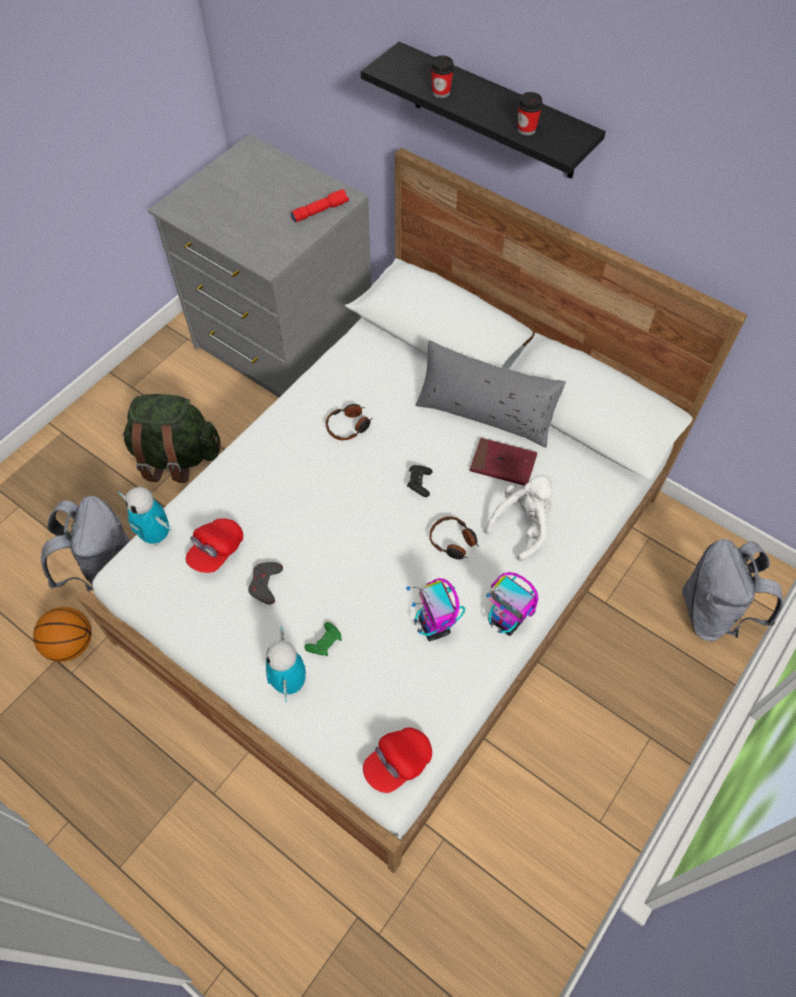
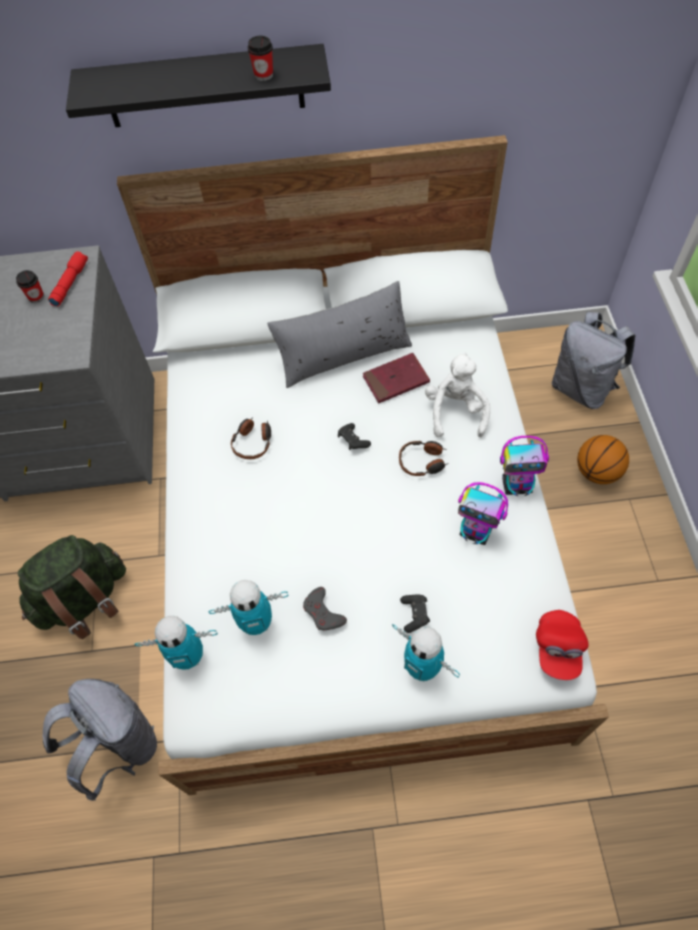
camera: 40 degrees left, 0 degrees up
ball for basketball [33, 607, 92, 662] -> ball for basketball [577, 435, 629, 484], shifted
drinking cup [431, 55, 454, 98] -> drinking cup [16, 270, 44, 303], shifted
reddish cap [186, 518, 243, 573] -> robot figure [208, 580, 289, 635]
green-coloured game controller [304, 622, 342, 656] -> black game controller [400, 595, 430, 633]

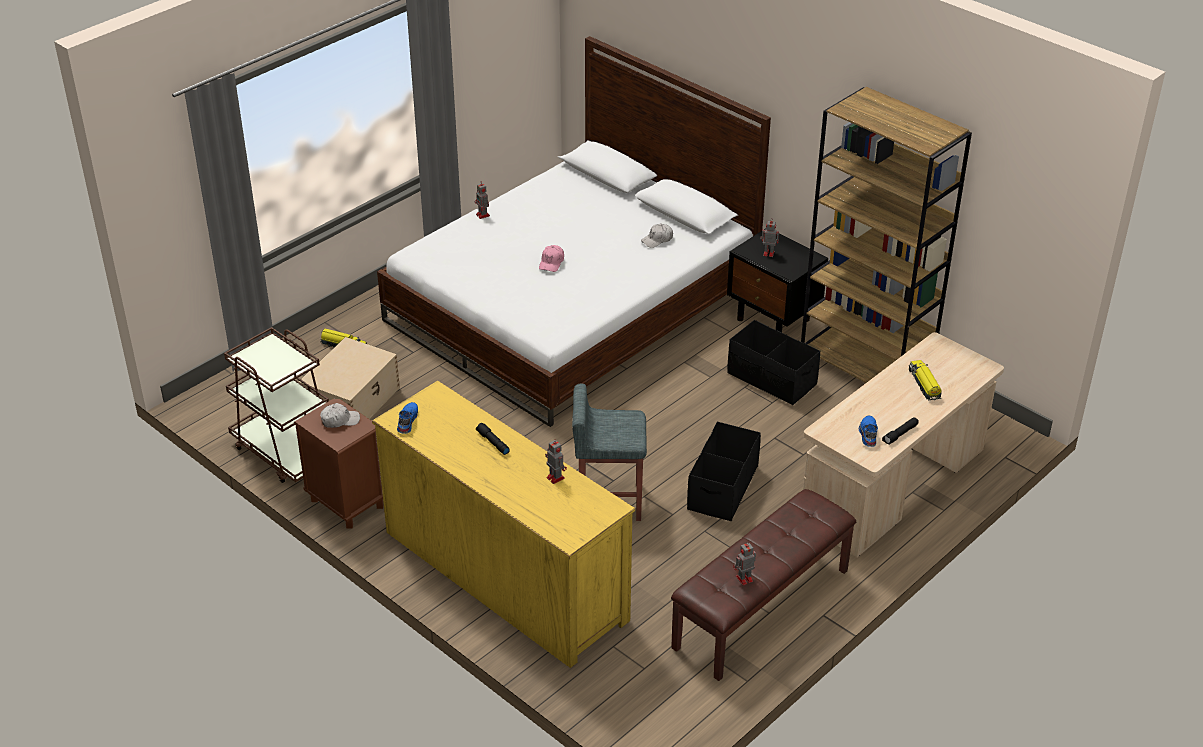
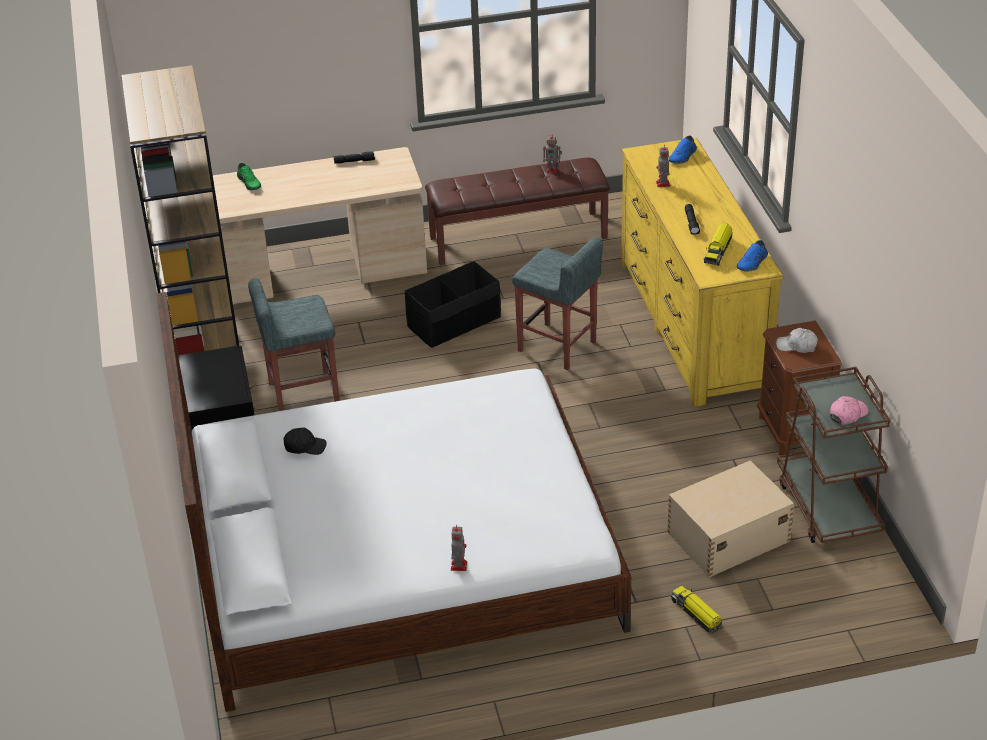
camera: 145 degrees left, 0 degrees up
robot figure [760, 218, 779, 257] -> none
none -> green-coloured shoe [237, 163, 261, 191]
pink cap [539, 245, 564, 272] -> pink cap [830, 396, 868, 425], shifted
blue shoe [859, 416, 878, 447] -> blue shoe [669, 135, 697, 164], shifted
model truck [909, 360, 942, 400] -> model truck [704, 223, 732, 266], shifted
black storage box [727, 320, 820, 405] -> grey sitting stool [248, 278, 340, 411]
white-coloured cap [641, 224, 673, 248] -> black cap [284, 427, 327, 455]

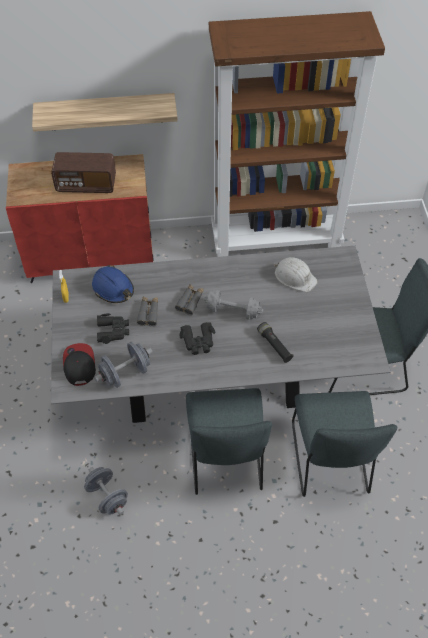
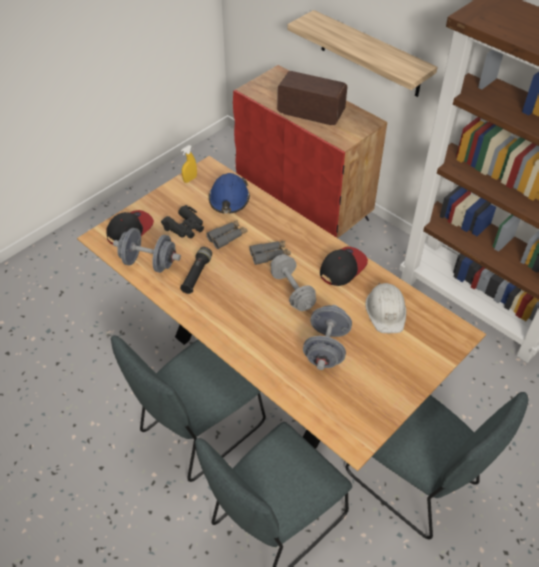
camera: 50 degrees right, 5 degrees down
black pair of binoculars [180, 322, 215, 355] -> none
none -> cap [320, 247, 368, 286]
grey hand weight [84, 467, 128, 515] -> grey hand weight [303, 305, 352, 370], shifted
black torch [257, 322, 294, 363] -> black torch [180, 247, 212, 294], shifted
grey kitchen table [51, 246, 391, 423] -> brown kitchen table [77, 156, 486, 471]
radio set [51, 152, 116, 193] -> radio set [277, 71, 347, 125], 150 degrees clockwise

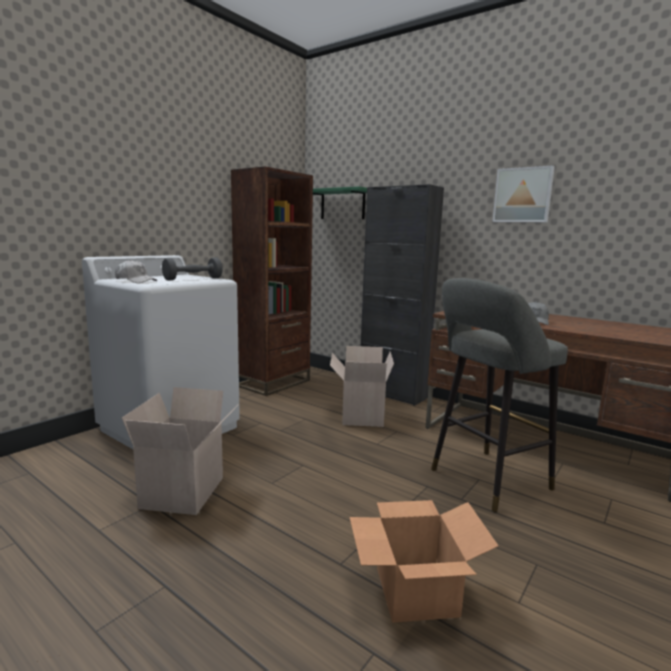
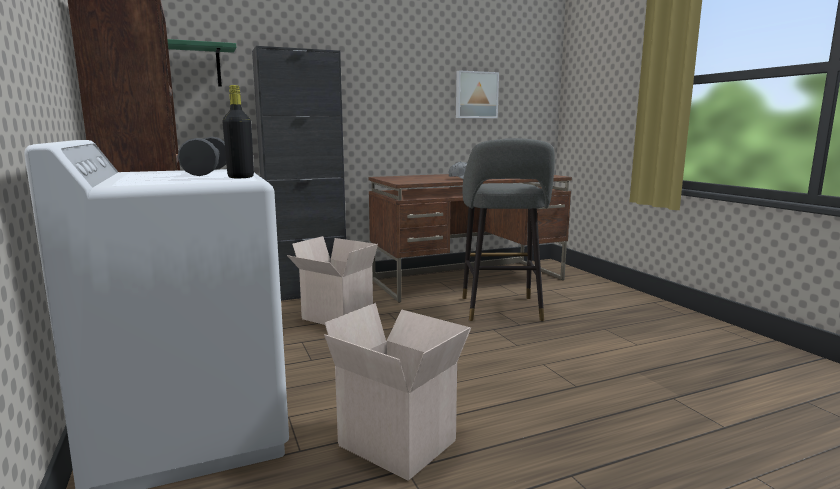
camera: 60 degrees left, 0 degrees up
white-coloured cap [115, 260, 157, 283] -> none
carton [349, 500, 498, 623] -> none
none -> black beverage bottle [223, 85, 254, 178]
picture [492, 166, 555, 222] -> picture [456, 70, 499, 118], shifted

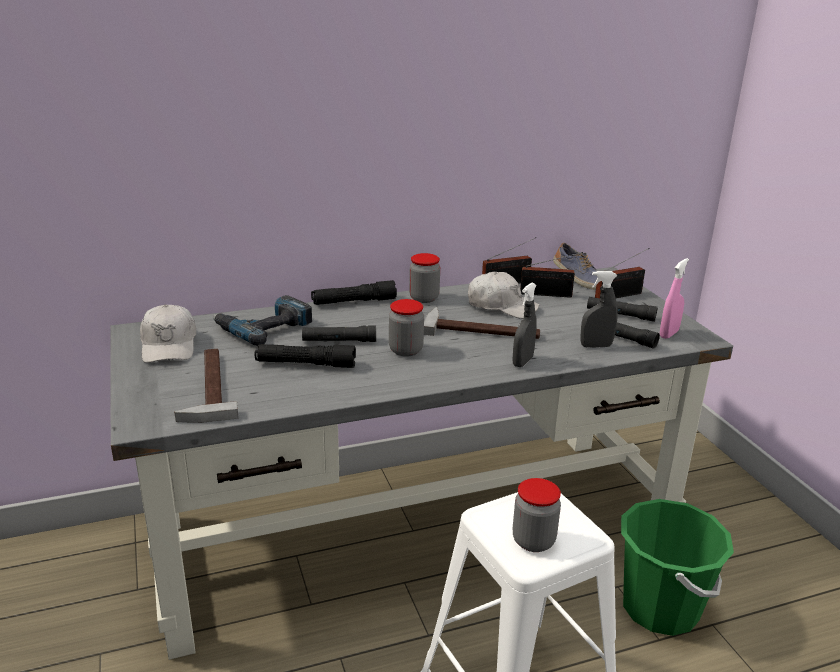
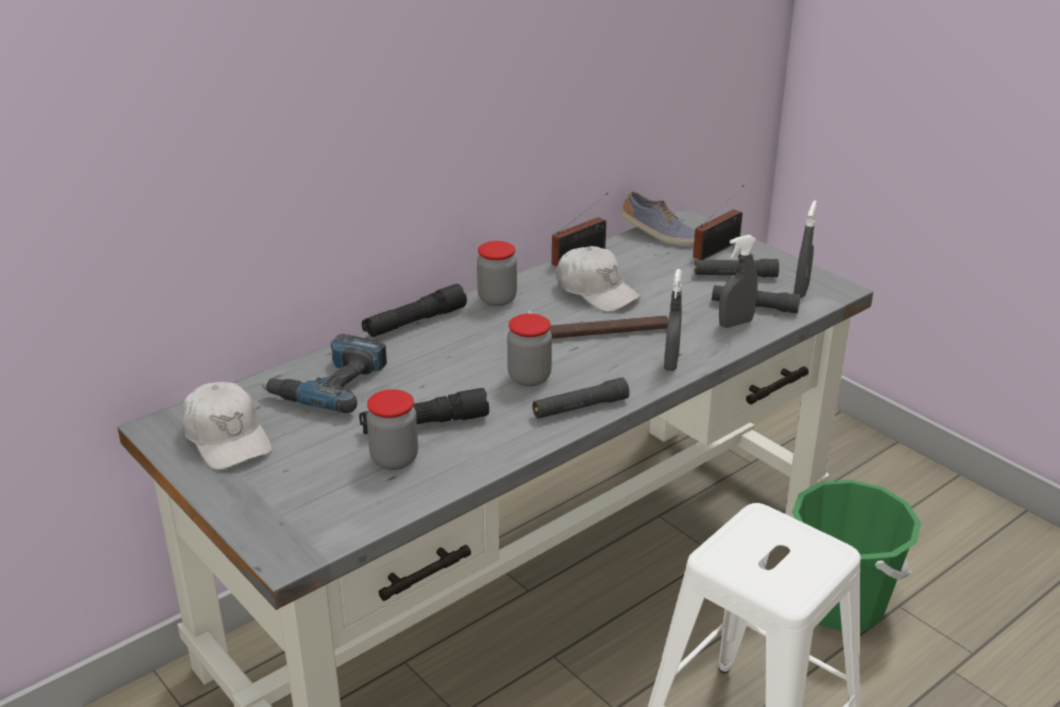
camera: 20 degrees left, 5 degrees up
hammer [174, 349, 239, 423] -> none
radio set [520, 252, 583, 298] -> none
black torch [302, 325, 376, 342] -> black torch [532, 377, 630, 418], shifted
preserve jar [513, 478, 561, 552] -> preserve jar [367, 389, 418, 470], shifted
pink spray bottle [660, 258, 689, 339] -> grey spray bottle [794, 200, 817, 298]
white-coloured cap [468, 272, 540, 319] -> white-coloured cap [556, 246, 641, 312], 45 degrees clockwise

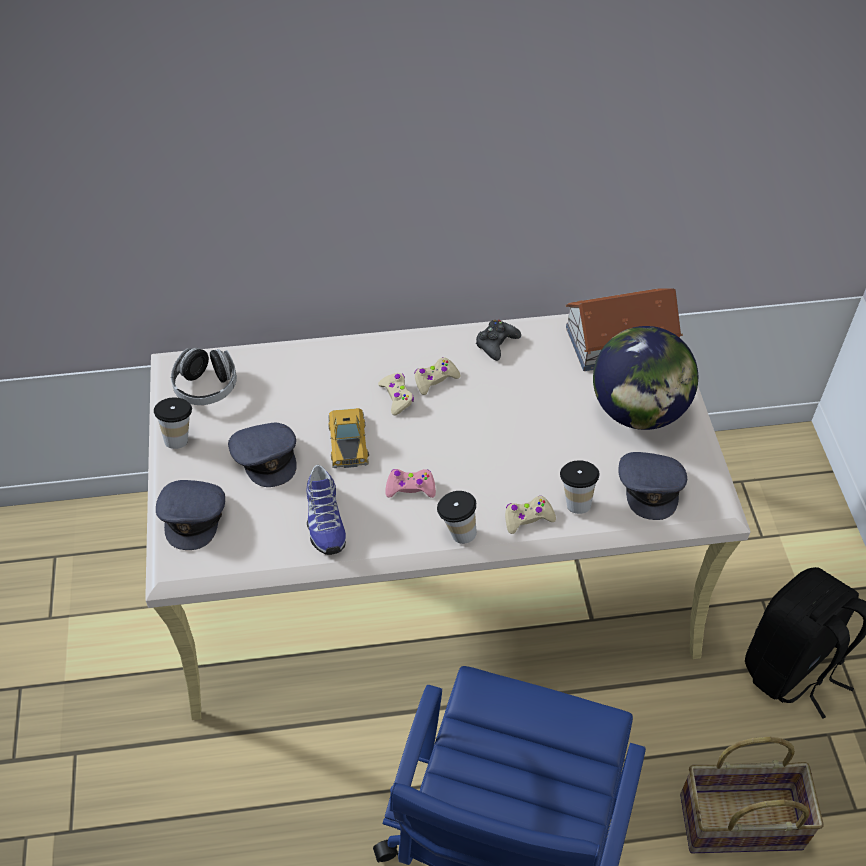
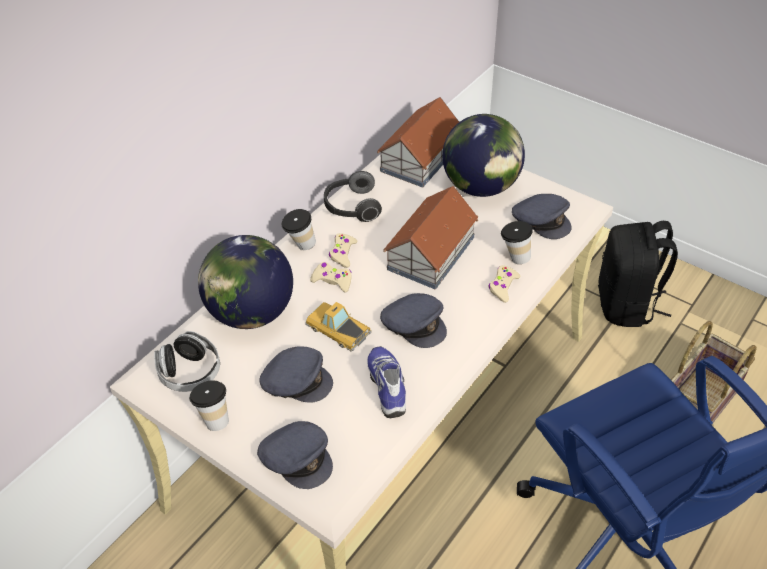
camera: 45 degrees left, 5 degrees down
none -> globe [198, 235, 293, 329]
none -> toy house [383, 186, 478, 289]
drinking cup [437, 491, 477, 544] -> drinking cup [282, 209, 316, 250], shifted
pink game controller [385, 469, 436, 498] -> grey cap [380, 293, 447, 348]
black game controller [476, 320, 521, 361] -> headset [324, 171, 382, 222]
shoe [307, 465, 346, 555] -> shoe [367, 346, 406, 418], 135 degrees counterclockwise

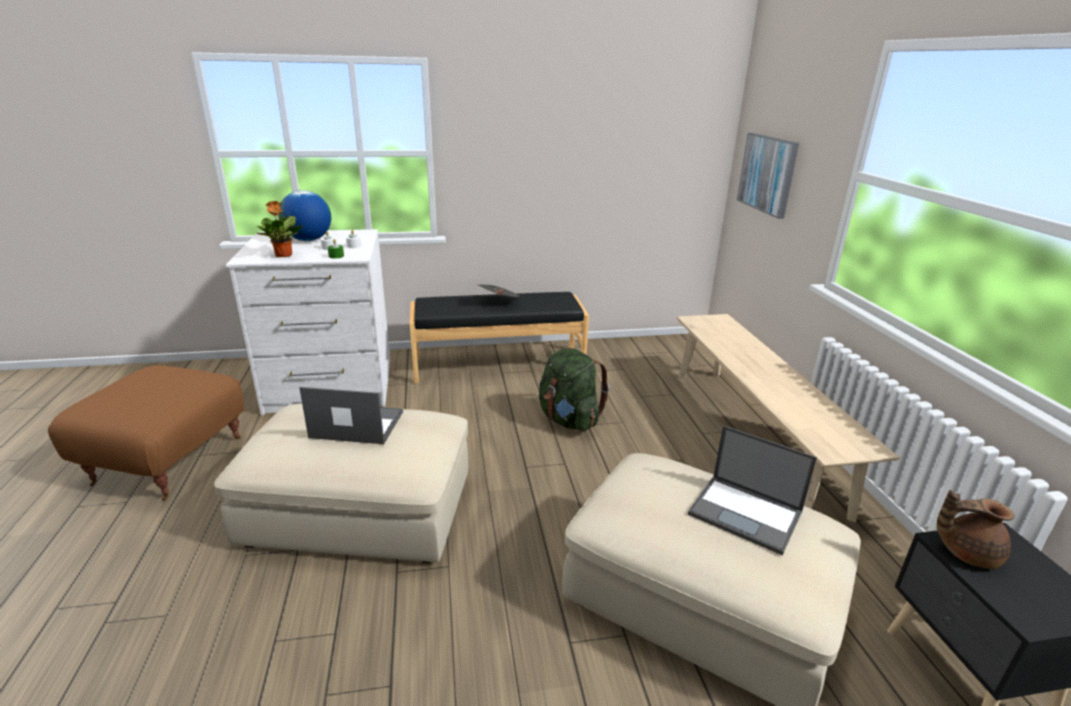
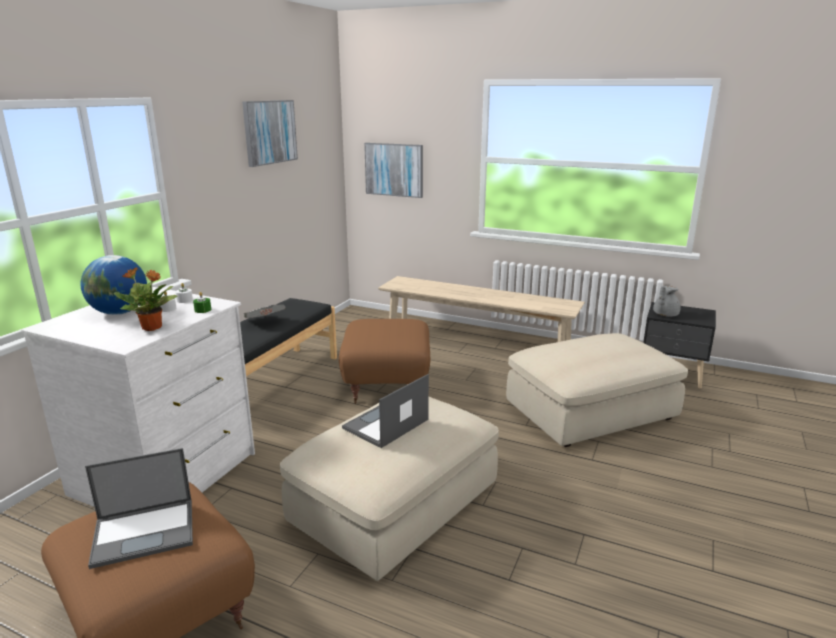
camera: 55 degrees left, 5 degrees down
none -> picture [242, 100, 298, 167]
portable computer [688, 425, 817, 555] -> portable computer [85, 448, 193, 569], shifted
green-coloured knapsack [539, 348, 609, 431] -> brown footrest [339, 319, 431, 404]
brown tea pot [937, 490, 1015, 569] -> grey tea pot [653, 286, 680, 317]

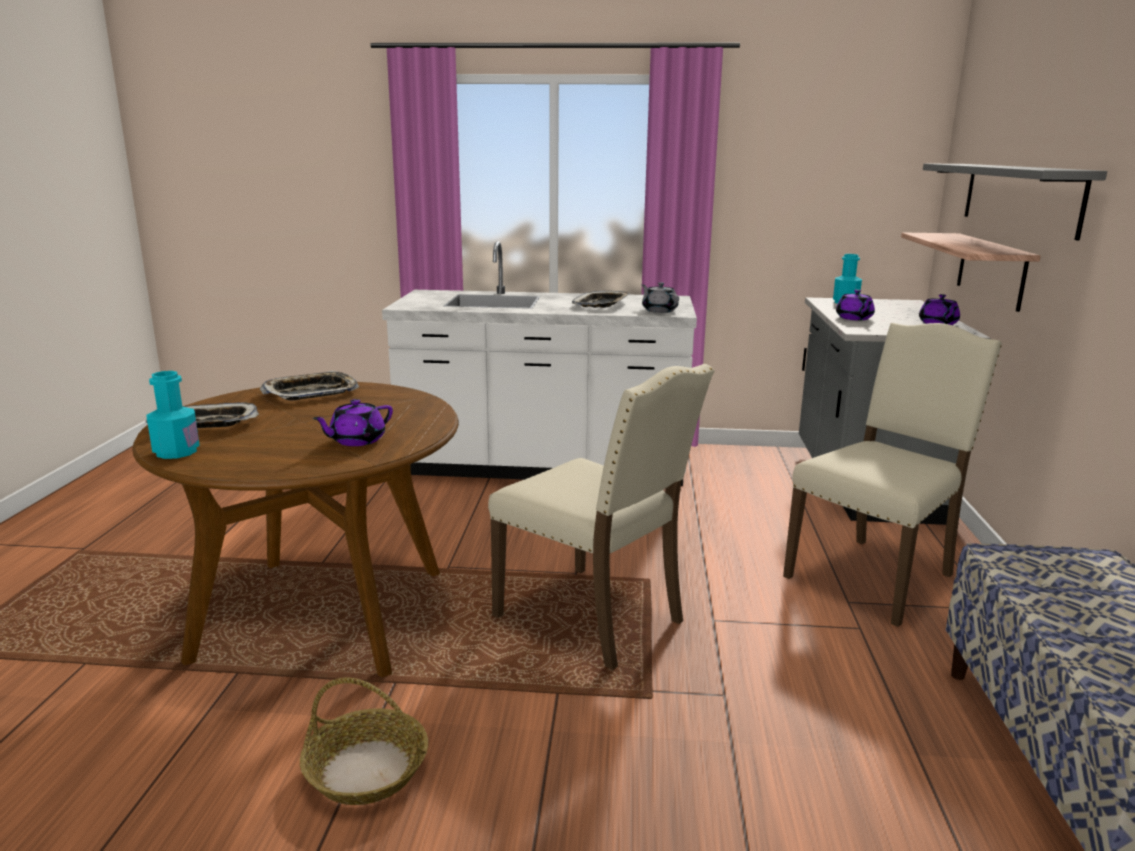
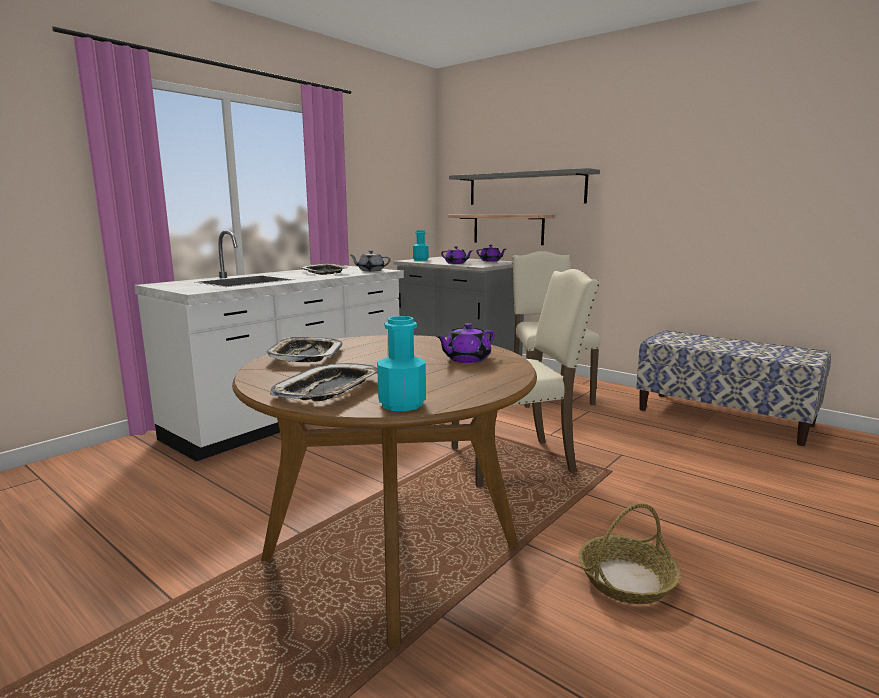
camera: 55 degrees left, 5 degrees down
purple-coloured tea pot [312, 399, 393, 446] -> purple-coloured tea pot [436, 323, 494, 363], 60 degrees clockwise

